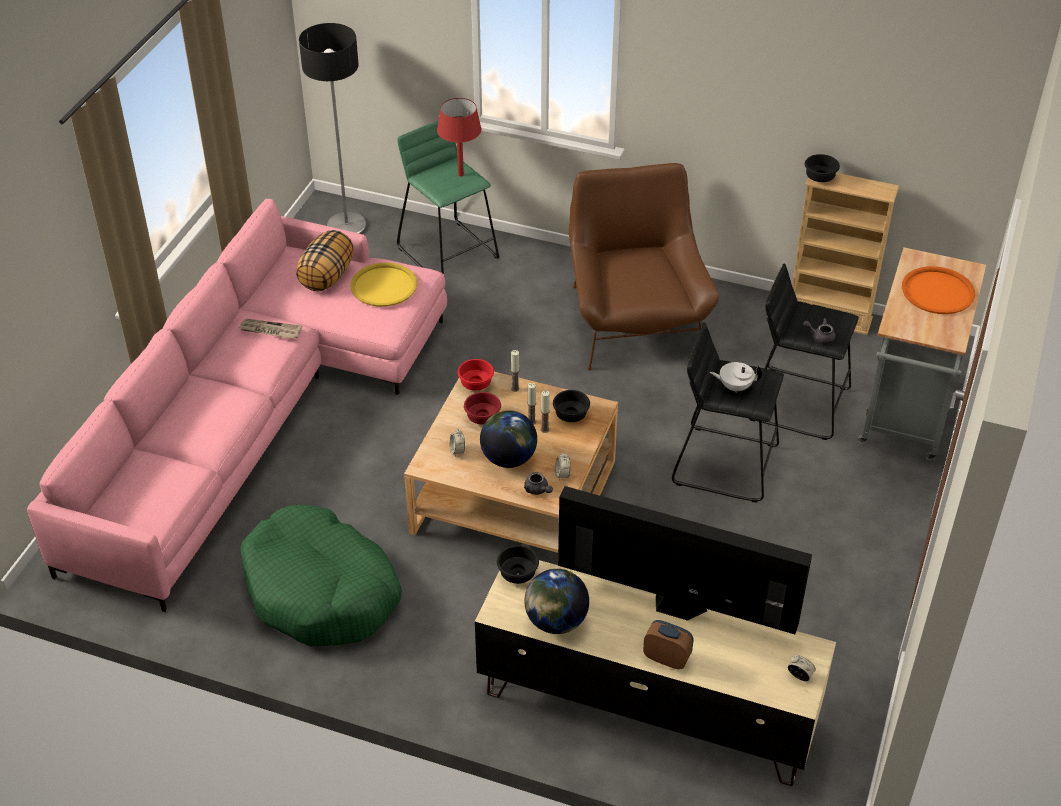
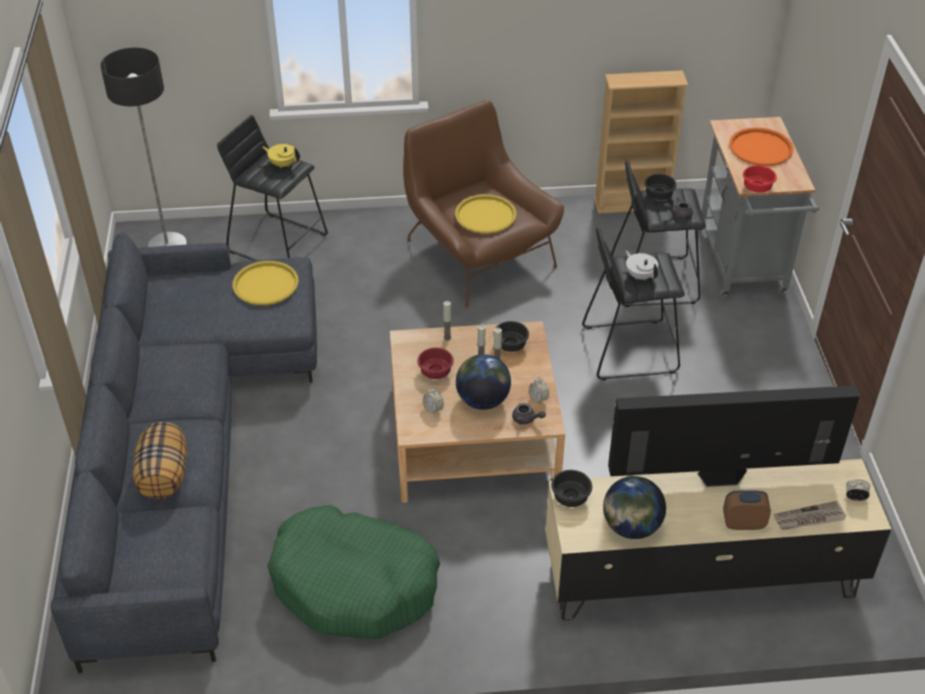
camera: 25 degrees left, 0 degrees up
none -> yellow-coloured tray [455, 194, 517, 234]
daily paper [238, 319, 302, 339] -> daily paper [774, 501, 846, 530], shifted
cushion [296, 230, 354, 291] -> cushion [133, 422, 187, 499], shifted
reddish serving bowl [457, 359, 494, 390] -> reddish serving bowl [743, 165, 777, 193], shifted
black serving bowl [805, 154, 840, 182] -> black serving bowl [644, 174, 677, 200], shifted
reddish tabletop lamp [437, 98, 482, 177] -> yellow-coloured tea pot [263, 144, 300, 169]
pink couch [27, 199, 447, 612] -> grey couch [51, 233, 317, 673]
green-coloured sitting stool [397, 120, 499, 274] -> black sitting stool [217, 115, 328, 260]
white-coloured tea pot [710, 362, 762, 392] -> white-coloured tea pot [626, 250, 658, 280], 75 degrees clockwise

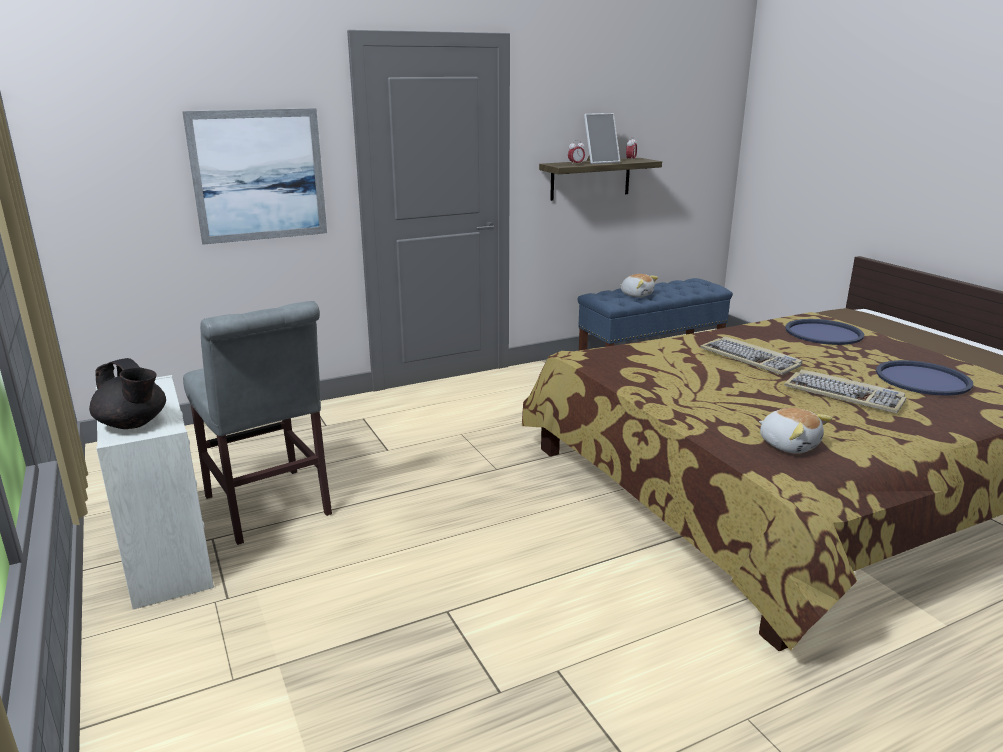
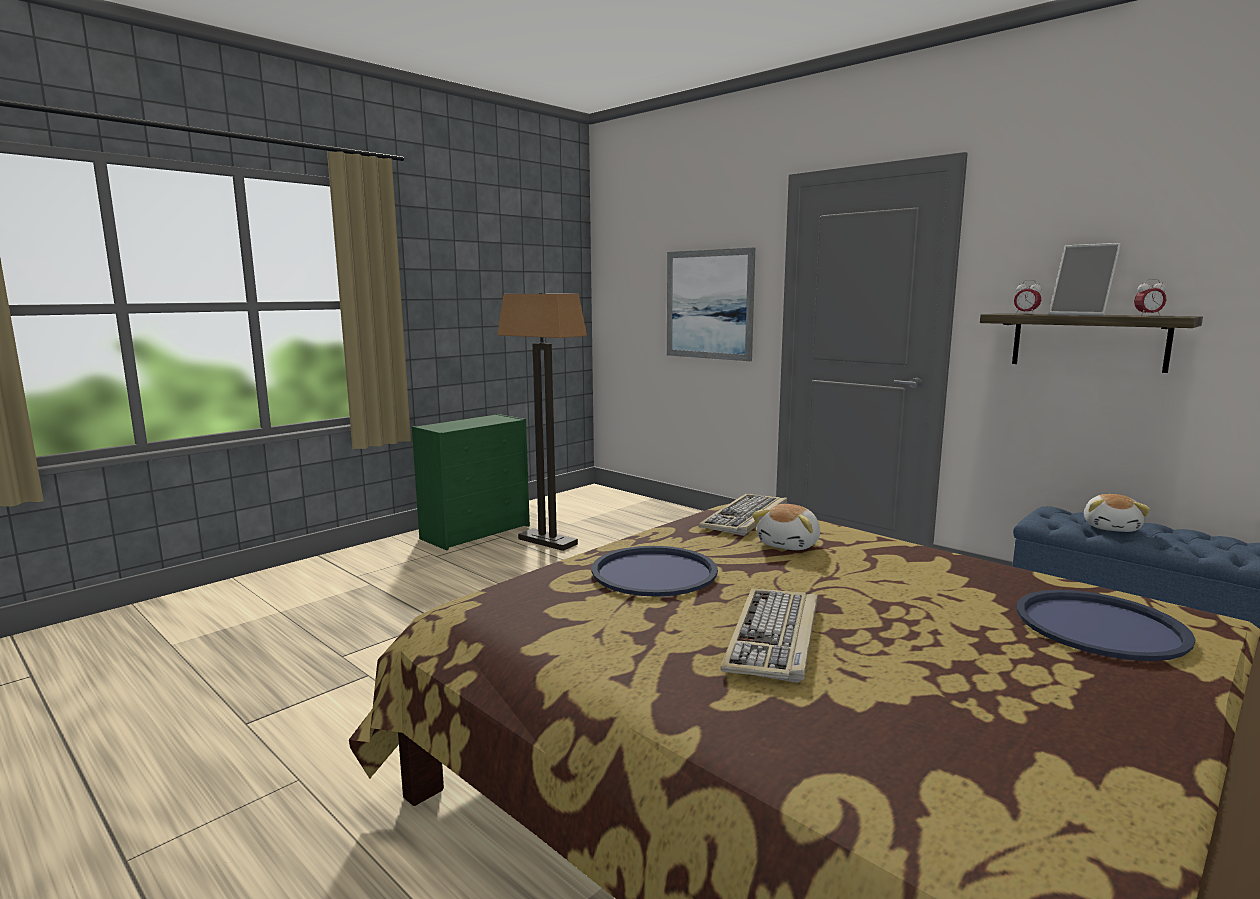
camera: 70 degrees right, 10 degrees down
black tea pot [89, 358, 166, 429] -> none
keyboard [700, 336, 802, 375] -> keyboard [699, 494, 787, 536], shifted
plush toy [759, 408, 832, 454] -> plush toy [752, 504, 820, 550], shifted
blue tray [876, 360, 973, 396] -> blue tray [591, 546, 718, 597], shifted
grey upright chair [183, 301, 332, 545] -> standing lamp [497, 293, 587, 551]
white-coloured dresser [96, 375, 214, 609] -> green-coloured dresser [412, 414, 530, 550]

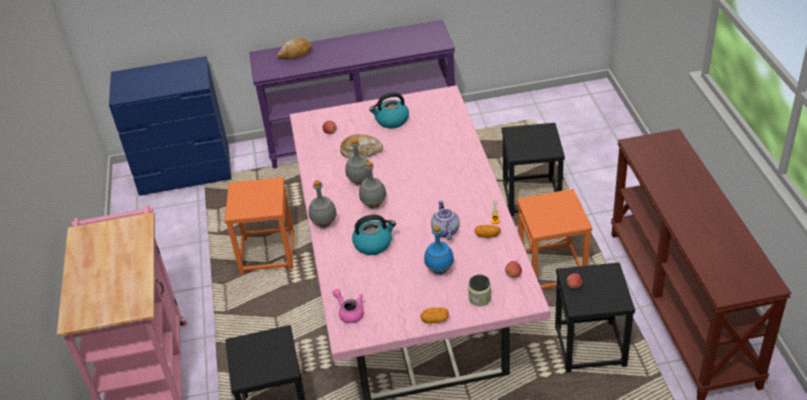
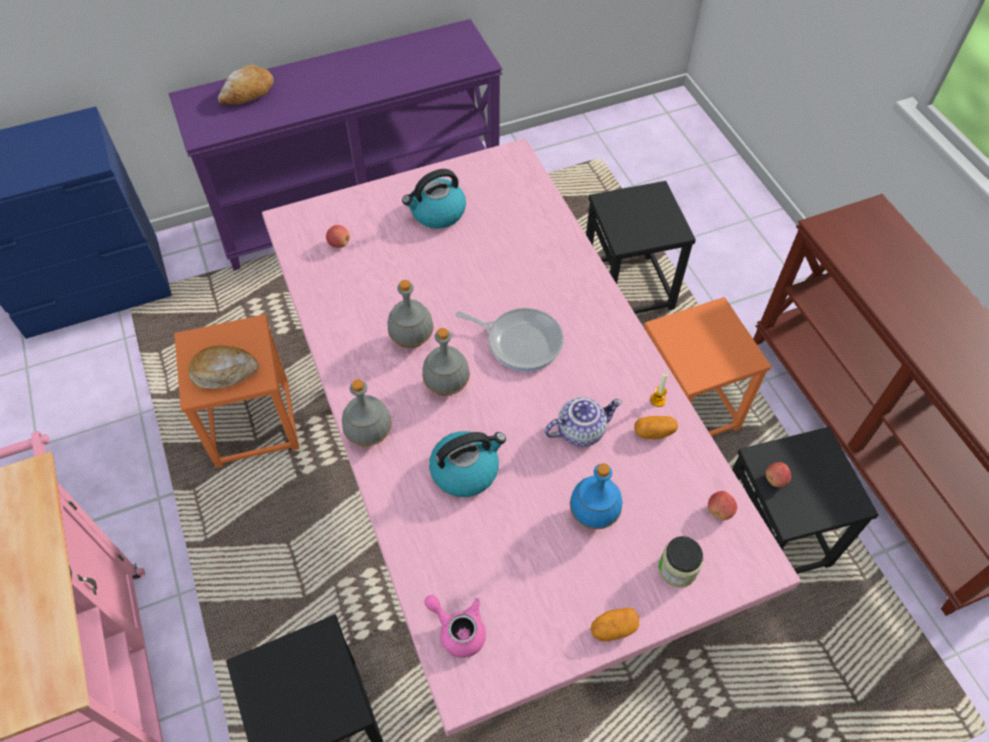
camera: 15 degrees left, 15 degrees up
none -> skillet [455, 308, 564, 372]
bakery bread [340, 134, 383, 158] -> bakery bread [188, 345, 259, 389], shifted
tea pot [431, 201, 460, 240] -> tea pot [545, 397, 622, 447], 90 degrees clockwise

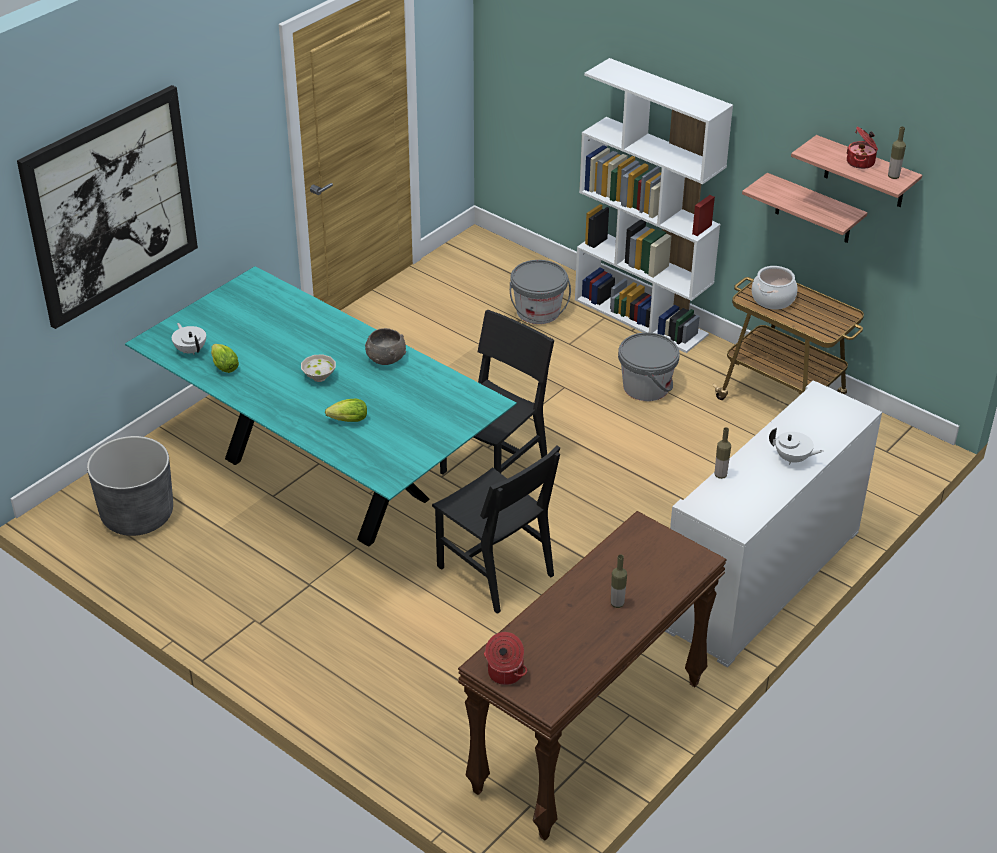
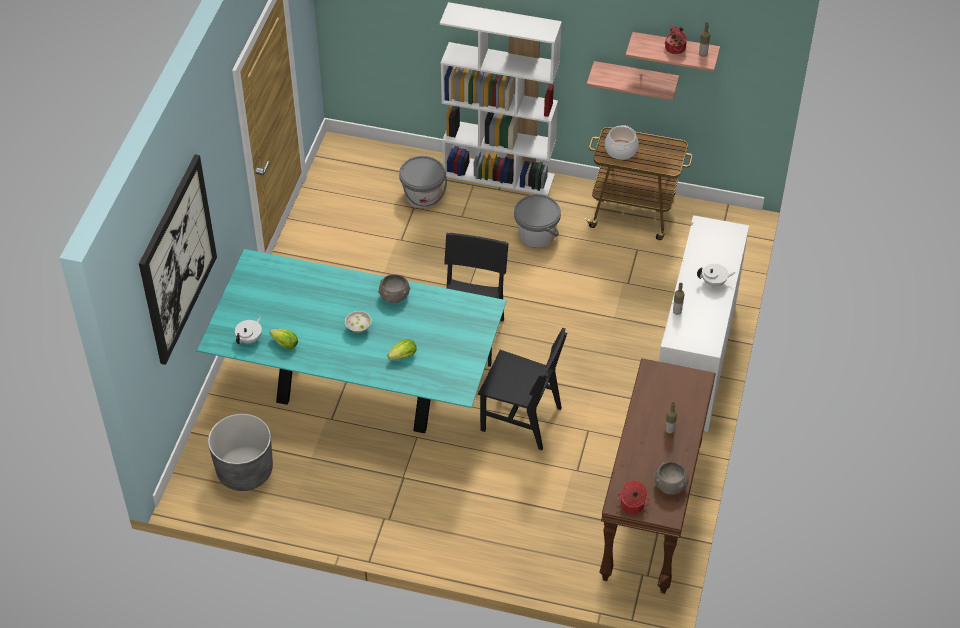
camera: 25 degrees left, 10 degrees up
none -> grey serving bowl [654, 462, 689, 495]
white-coloured tea pot [172, 323, 206, 355] -> white-coloured tea pot [235, 316, 262, 344], 90 degrees clockwise

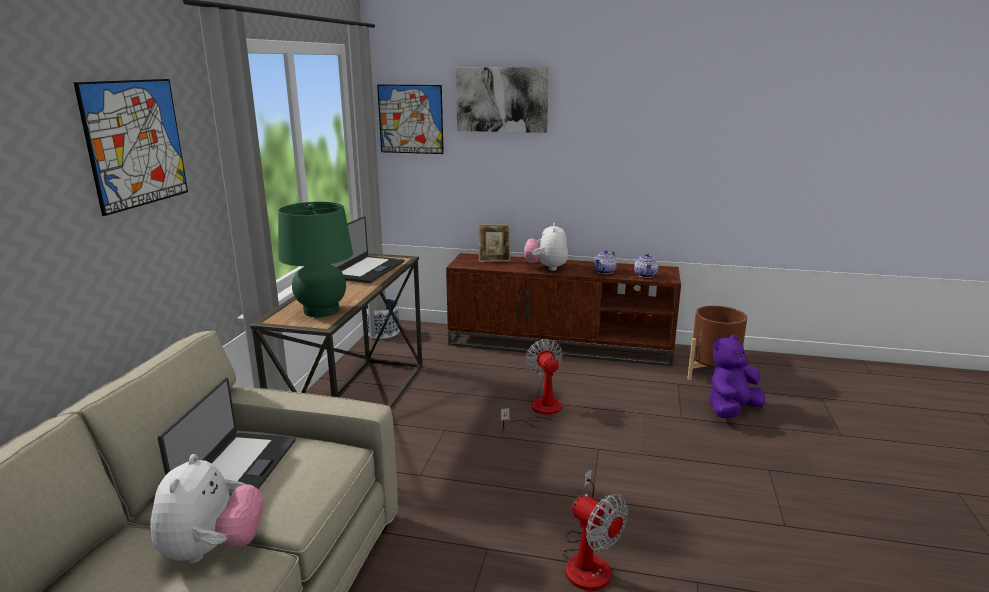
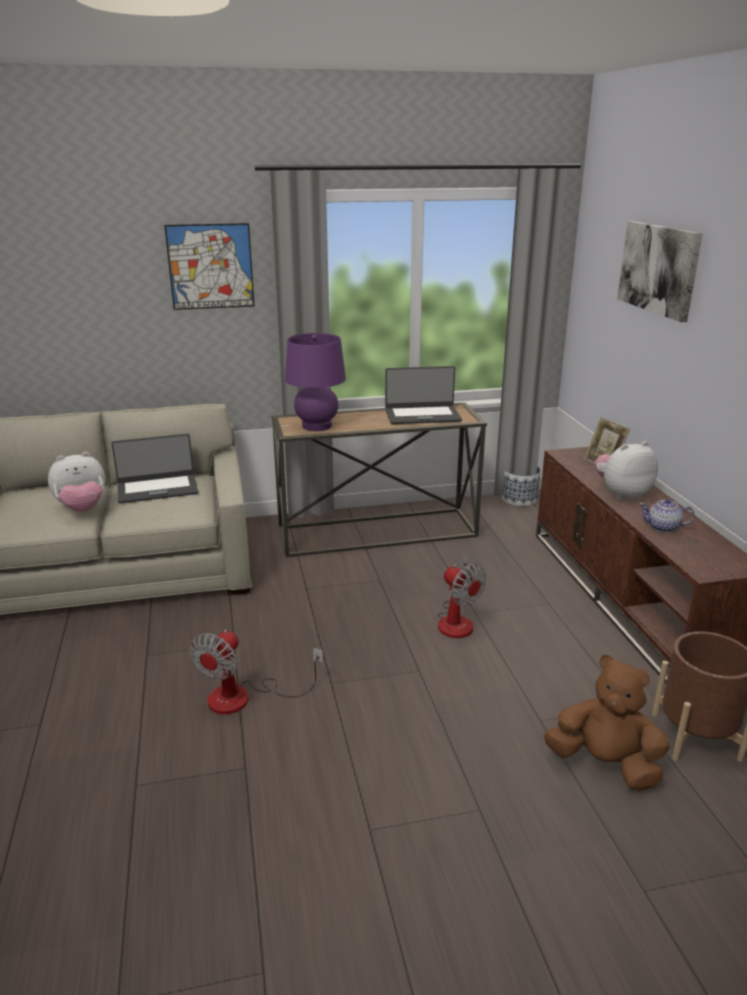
camera: 65 degrees right, 5 degrees up
picture [377, 84, 444, 154] -> none
tea pot [634, 253, 658, 278] -> none
green-coloured tabletop lamp [278, 202, 353, 317] -> purple-coloured tabletop lamp [285, 333, 346, 431]
purple-coloured plush toy [709, 334, 765, 418] -> brown plush toy [544, 655, 669, 791]
electric fan [501, 339, 563, 432] -> electric fan [438, 556, 487, 638], 90 degrees clockwise

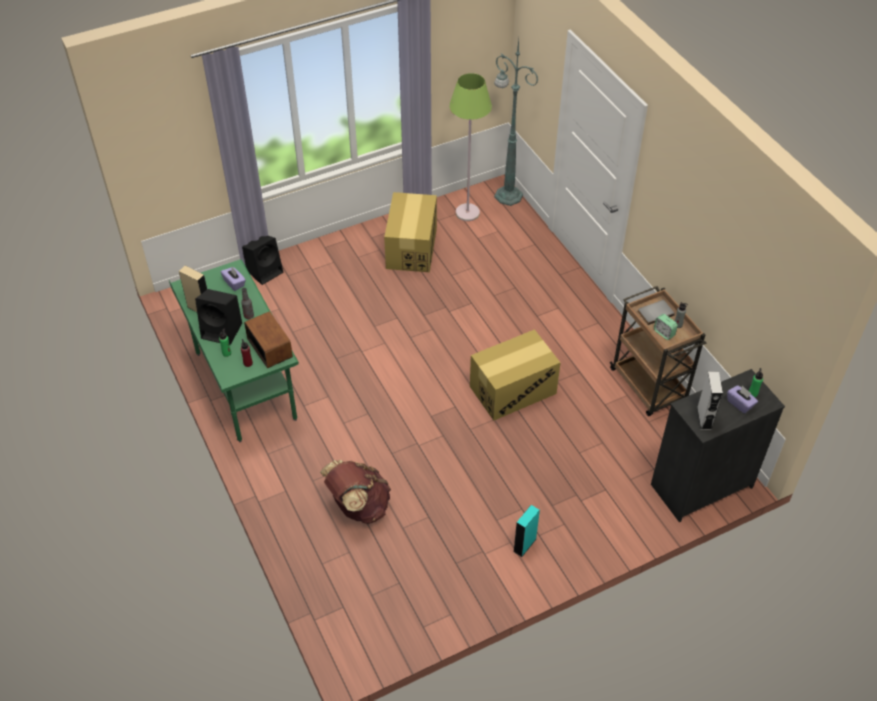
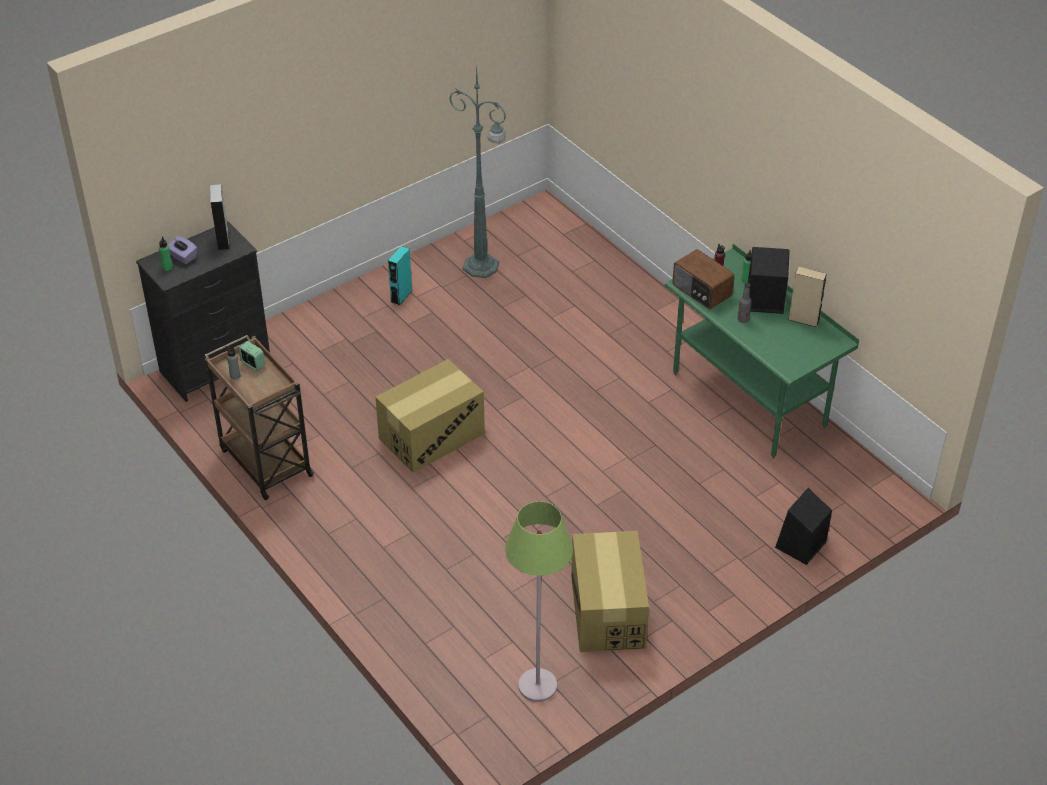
camera: 170 degrees right, 5 degrees down
purple-coloured box of tissues [221, 267, 246, 291] -> none
brown knapsack [320, 460, 391, 524] -> none
grey bound book [638, 300, 675, 325] -> none
green-coloured standing lamp [494, 39, 538, 206] -> green-coloured standing lamp [449, 63, 506, 278], shifted

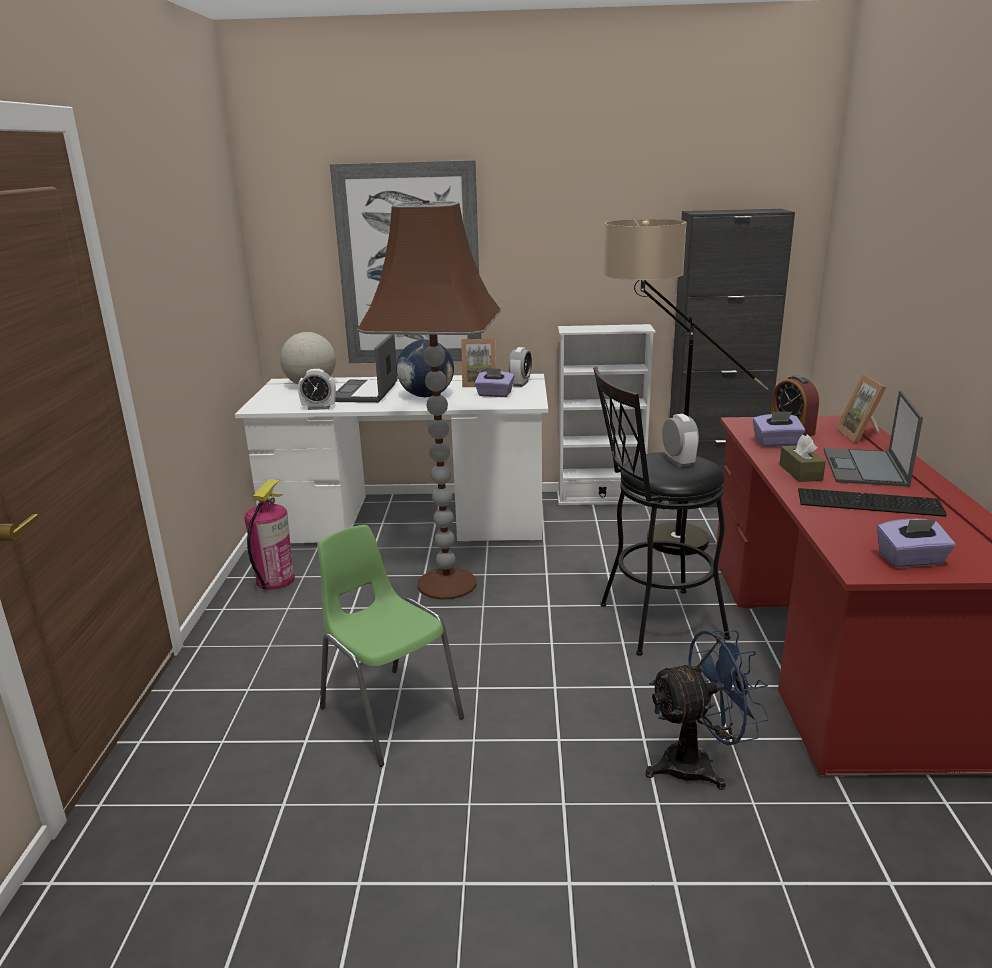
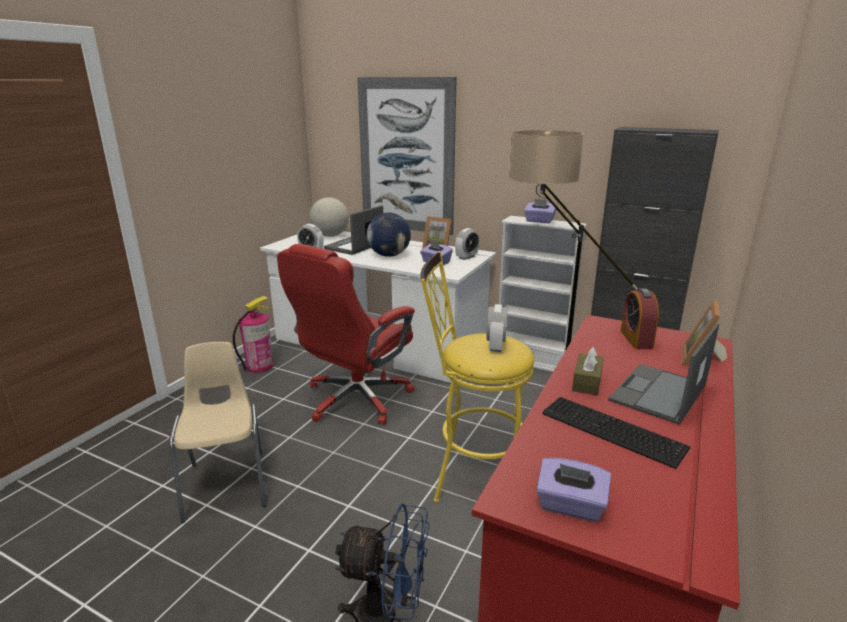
camera: 25 degrees right, 0 degrees up
purple-coloured box of tissues [753, 412, 805, 447] -> purple-coloured box of tissues [524, 198, 557, 223], shifted
brown standing lamp [357, 200, 501, 600] -> reddish desk chair [277, 244, 415, 425]
green-coloured upright chair [317, 525, 464, 767] -> beige-coloured upright chair [169, 342, 266, 523]
black sitting stool [593, 367, 730, 656] -> yellow-coloured sitting stool [420, 251, 534, 503]

